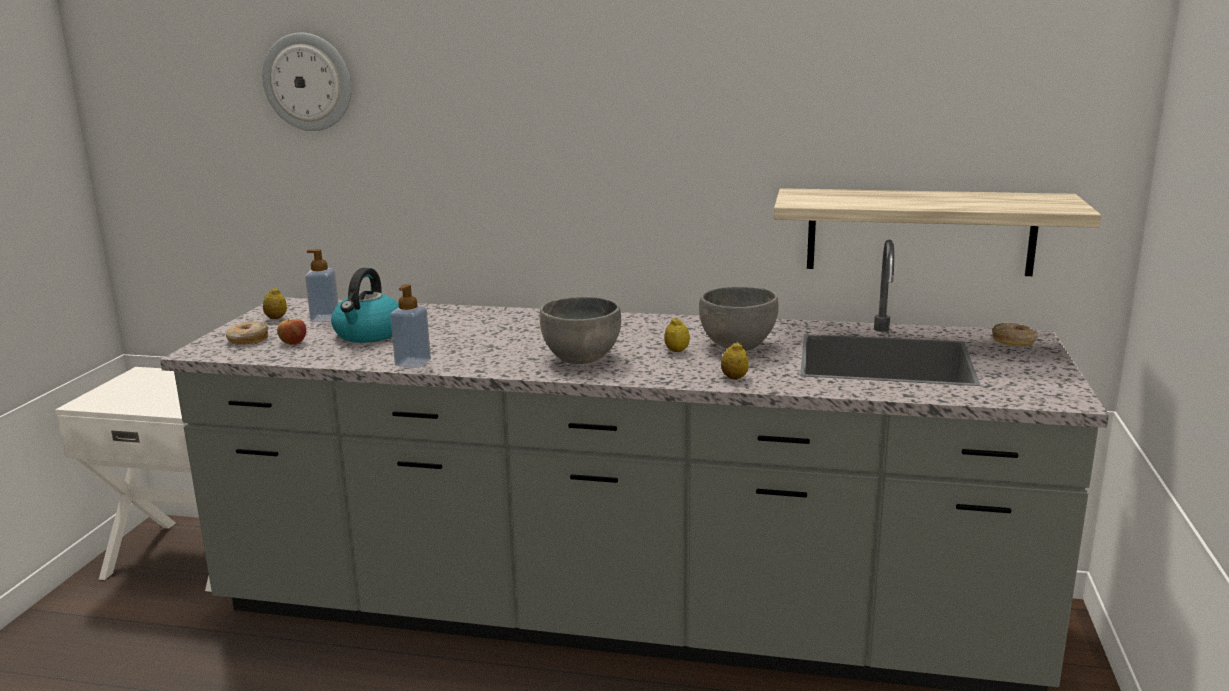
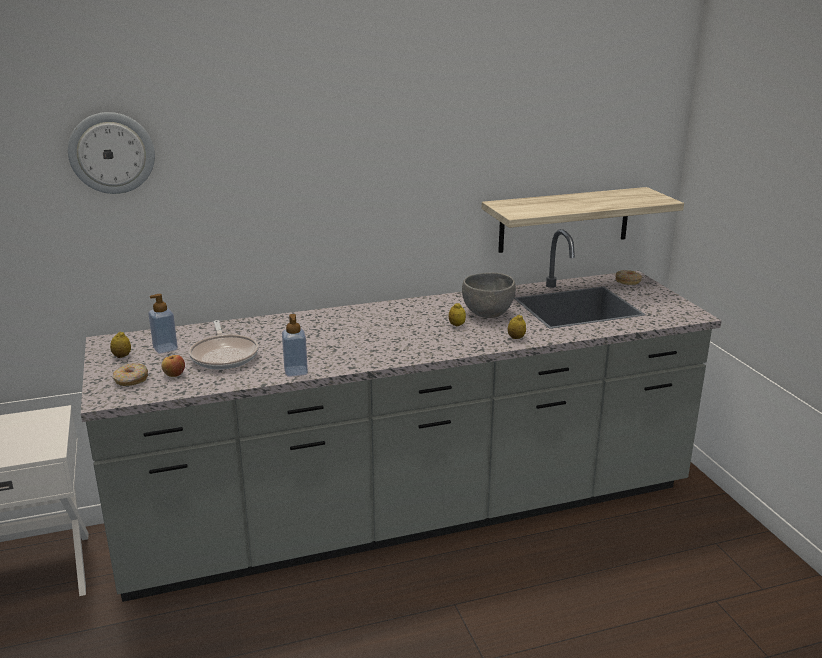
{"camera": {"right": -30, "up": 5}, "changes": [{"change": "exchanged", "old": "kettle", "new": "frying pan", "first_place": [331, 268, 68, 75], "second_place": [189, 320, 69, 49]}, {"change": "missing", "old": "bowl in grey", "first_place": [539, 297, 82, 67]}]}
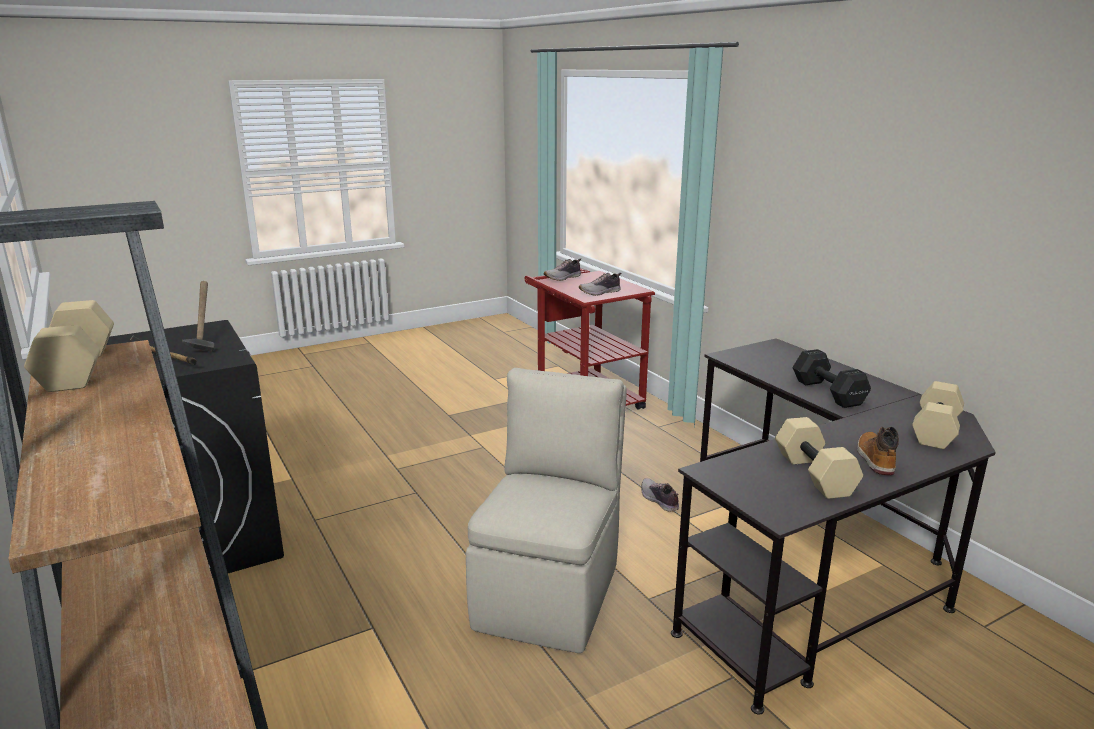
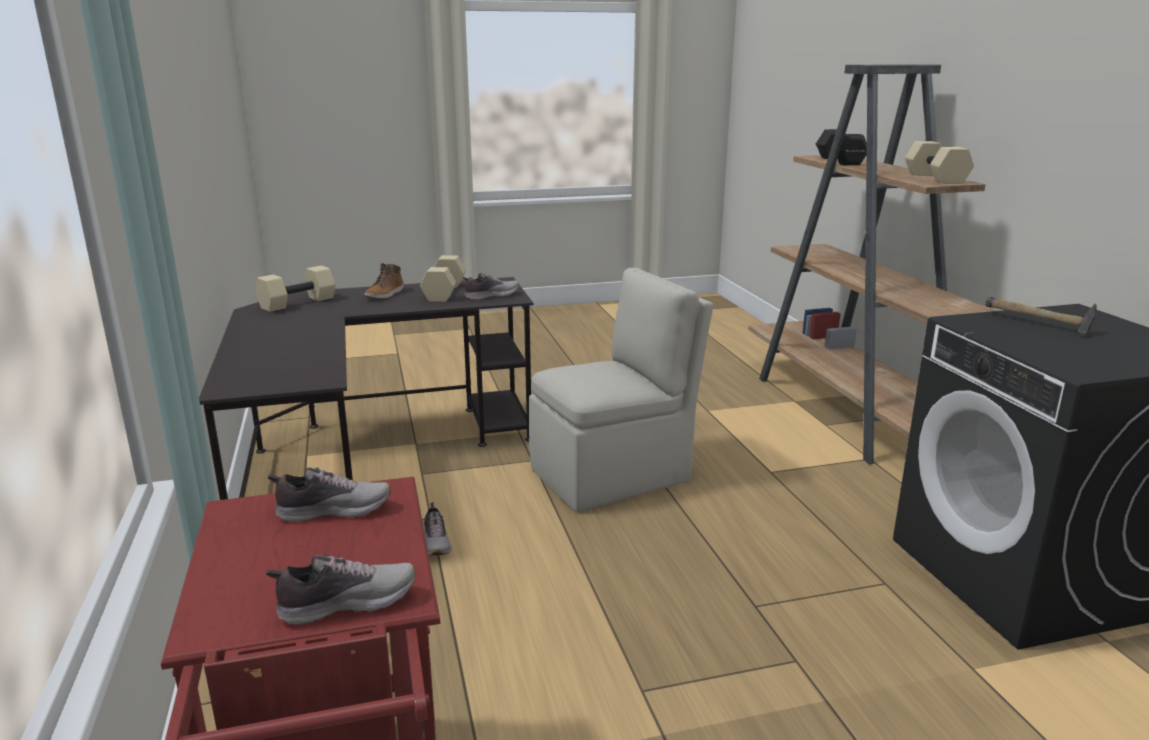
{"camera": {"right": -165, "up": 0}, "changes": [{"change": "missing", "old": "hammer", "first_place": [182, 281, 32, 71]}, {"change": "spun", "old": "chair in beige", "first_place": [466, 368, 161, 285], "second_place": [529, 268, 184, 244], "degrees": -150}, {"change": "relocated", "old": "dumbbell in black", "first_place": [792, 349, 79, 59], "second_place": [816, 129, 51, 36]}, {"change": "appeared", "new": "shoe", "second_place": [462, 273, 57, 27]}]}
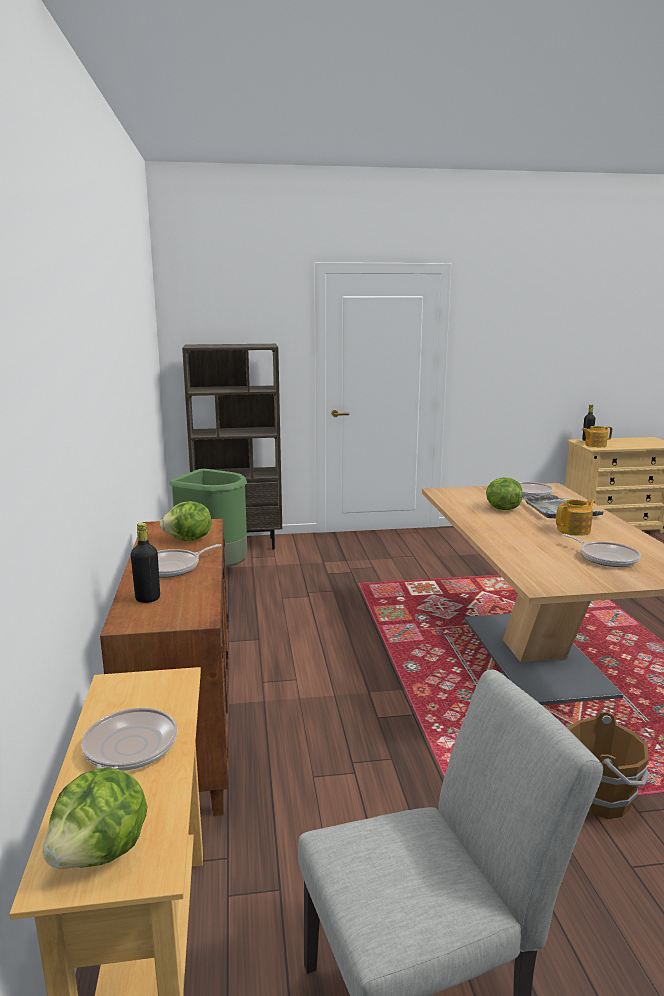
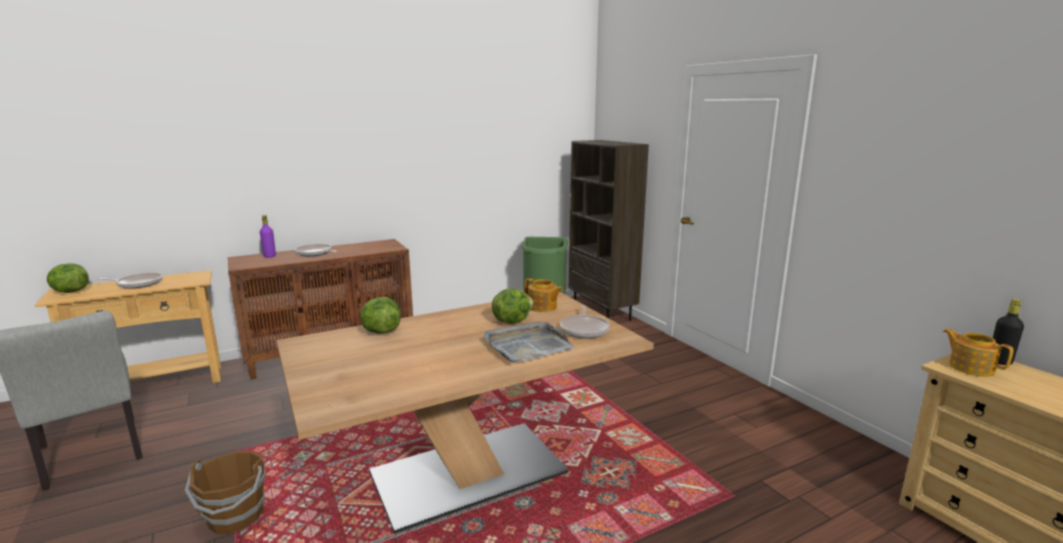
{"camera": {"right": 70, "up": 0}, "changes": [{"change": "colour", "old": "bottle in black", "new": "bottle in purple", "first_place": [131, 523, 29, 80], "second_place": [260, 215, 16, 43]}, {"change": "relocated", "old": "lettuce", "first_place": [160, 501, 51, 40], "second_place": [360, 297, 41, 37]}, {"change": "relocated", "old": "teapot", "first_place": [556, 499, 39, 37], "second_place": [525, 278, 38, 34]}, {"change": "missing", "old": "frying pan", "first_place": [563, 534, 78, 33]}]}
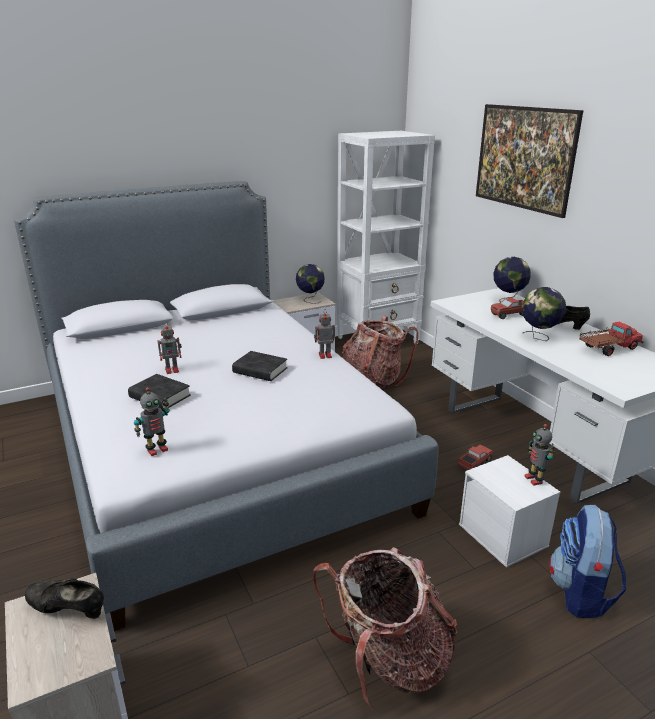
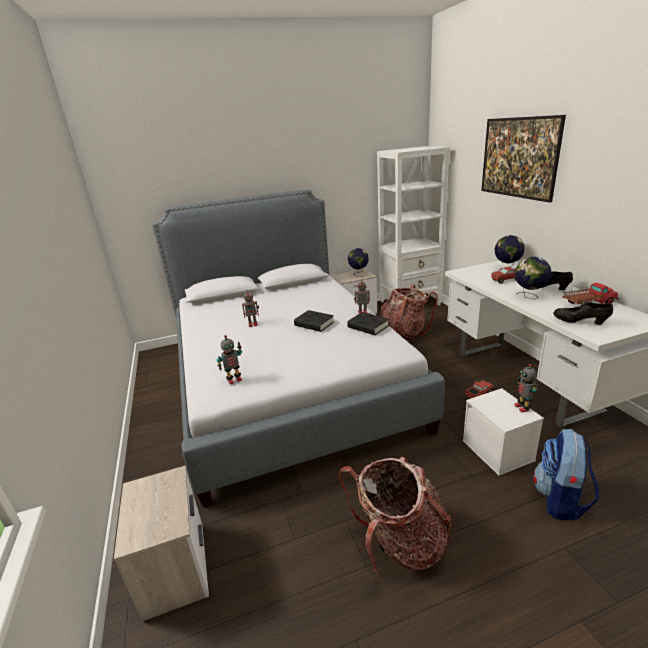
{"camera": {"right": 10, "up": 0}, "changes": [{"change": "relocated", "old": "shoe in black", "first_place": [25, 577, 79, 42], "second_place": [553, 303, 60, 22]}, {"change": "relocated", "old": "book in black", "first_place": [128, 374, 63, 35], "second_place": [347, 312, 42, 23]}]}
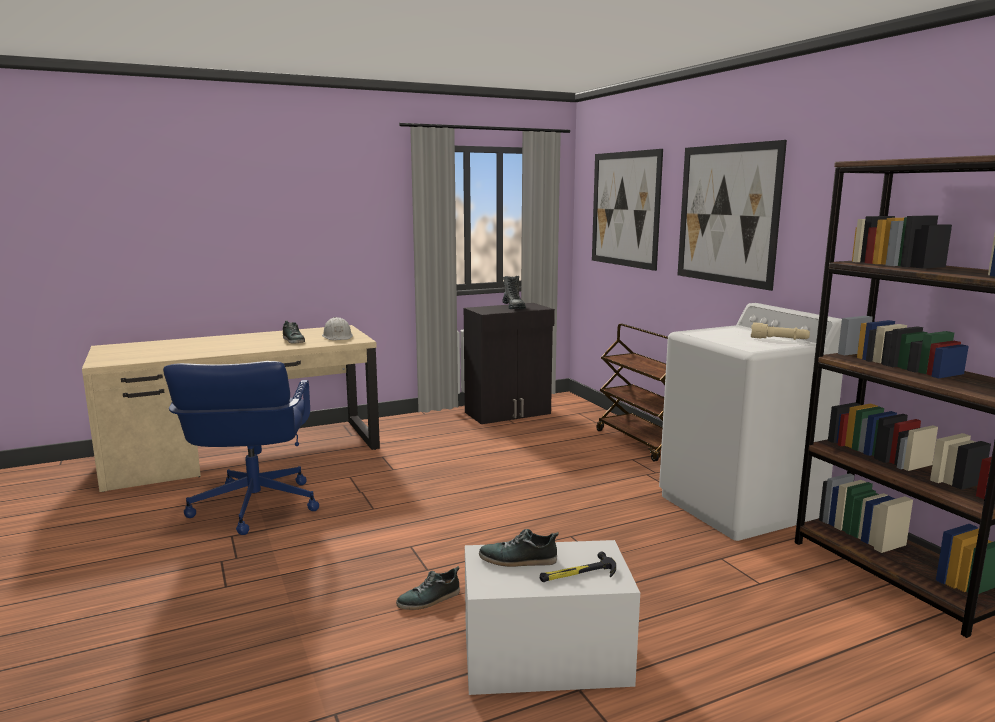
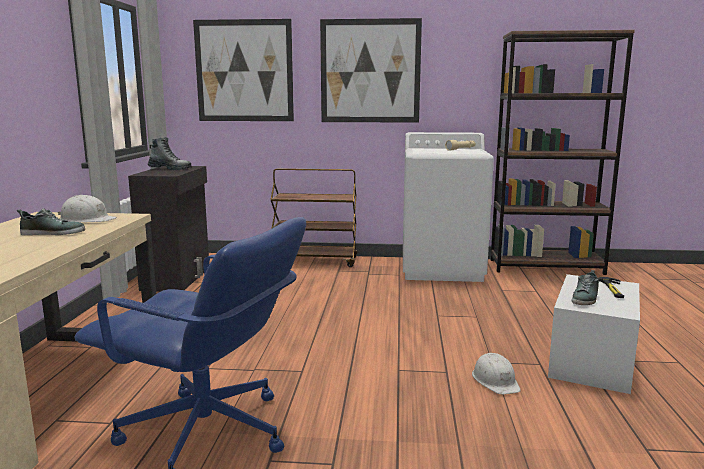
{"camera": {"right": -60, "up": 0}, "changes": [{"change": "exchanged", "old": "shoe", "new": "hard hat in white", "first_place": [396, 566, 64, 44], "second_place": [472, 353, 49, 41]}]}
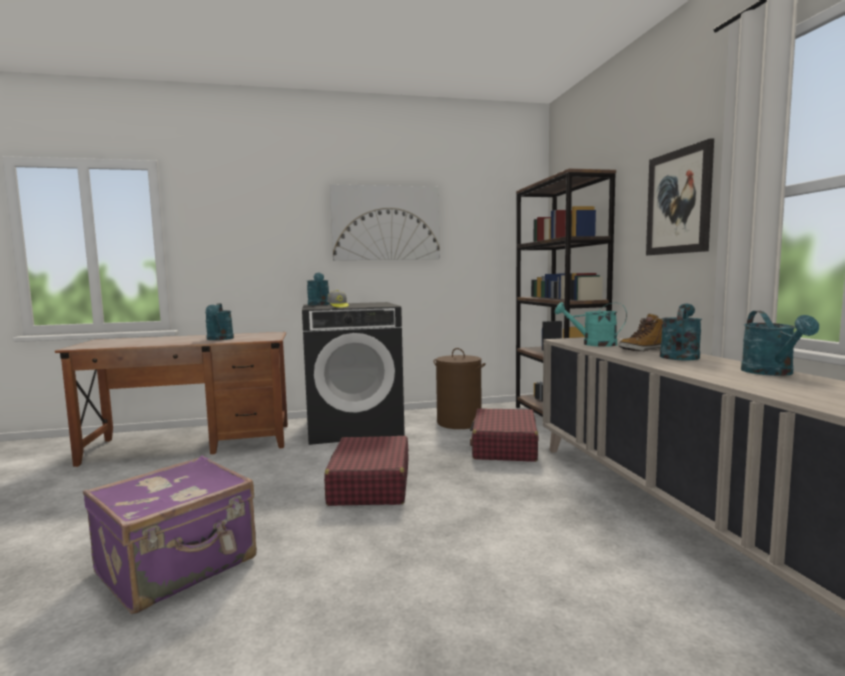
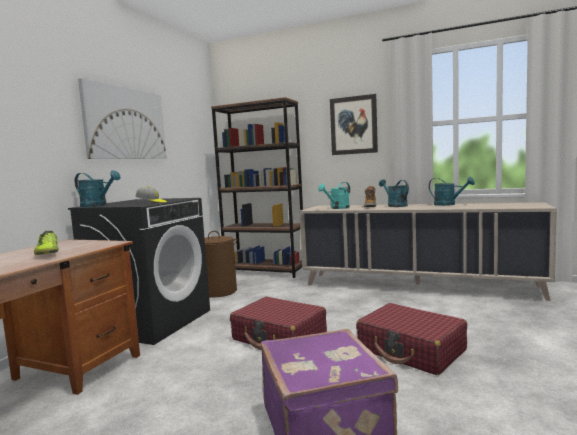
{"camera": {"right": -55, "up": 0}, "changes": [{"change": "exchanged", "old": "watering can in turquoise", "new": "shoe", "first_place": [205, 303, 29, 37], "second_place": [34, 231, 25, 24]}, {"change": "relocated", "old": "suitcase in red", "first_place": [470, 408, 69, 54], "second_place": [356, 303, 111, 72]}]}
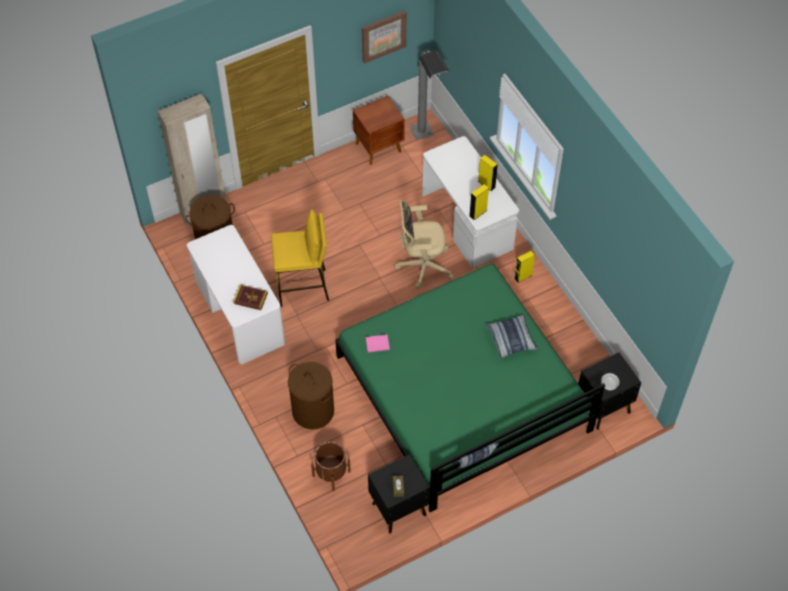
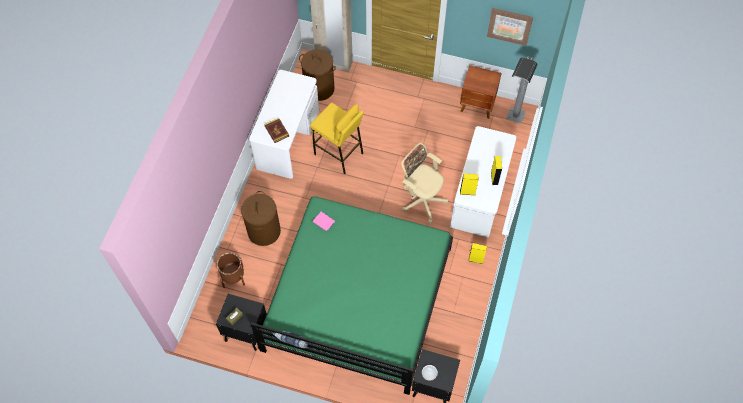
{"camera": {"right": 45, "up": 5}, "changes": [{"change": "missing", "old": "pillow", "first_place": [486, 315, 52, 44]}]}
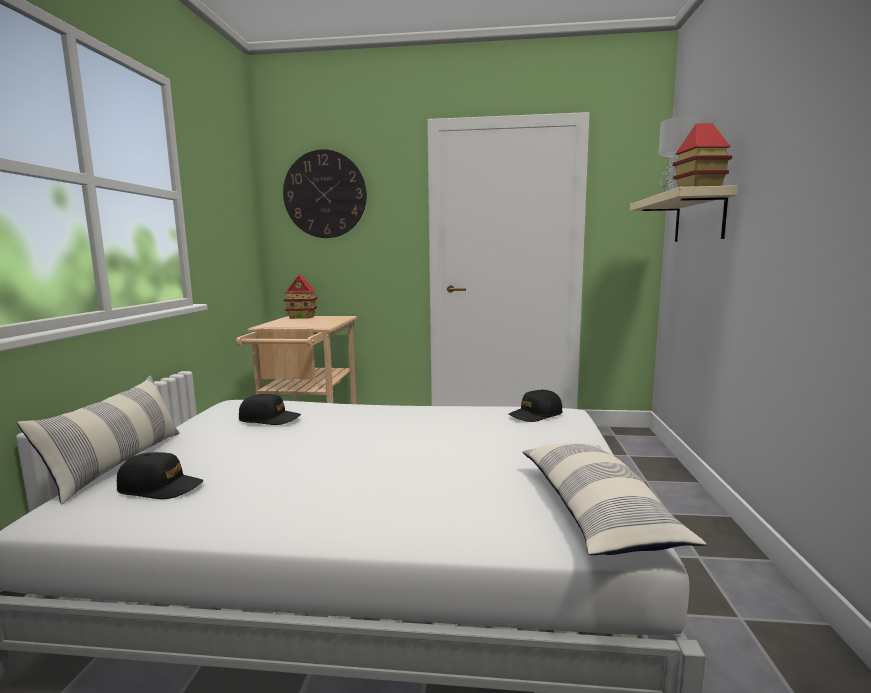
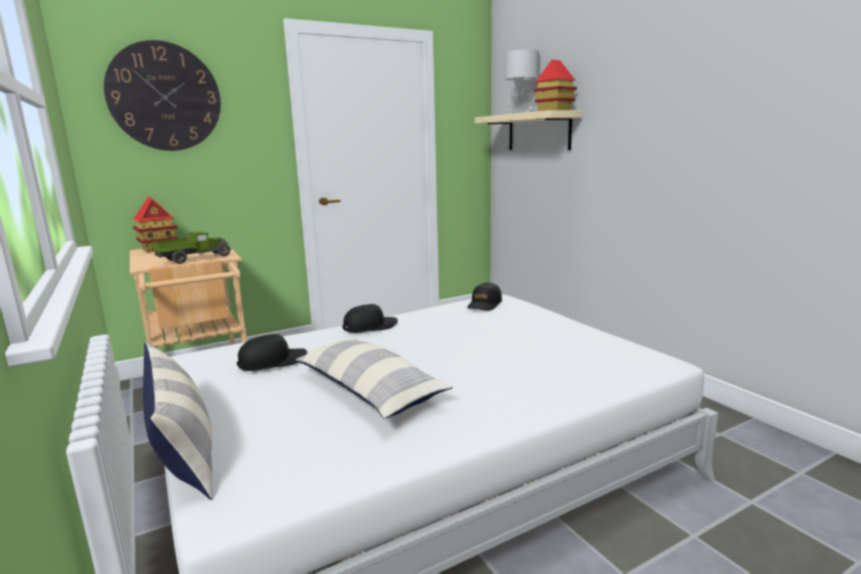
{"camera": {"right": -35, "up": 5}, "changes": [{"change": "relocated", "old": "cap in black", "first_place": [117, 452, 86, 47], "second_place": [342, 304, 56, 29]}, {"change": "relocated", "old": "pillow", "first_place": [522, 443, 184, 112], "second_place": [295, 339, 158, 80]}, {"change": "appeared", "new": "toy truck", "second_place": [151, 231, 80, 33]}]}
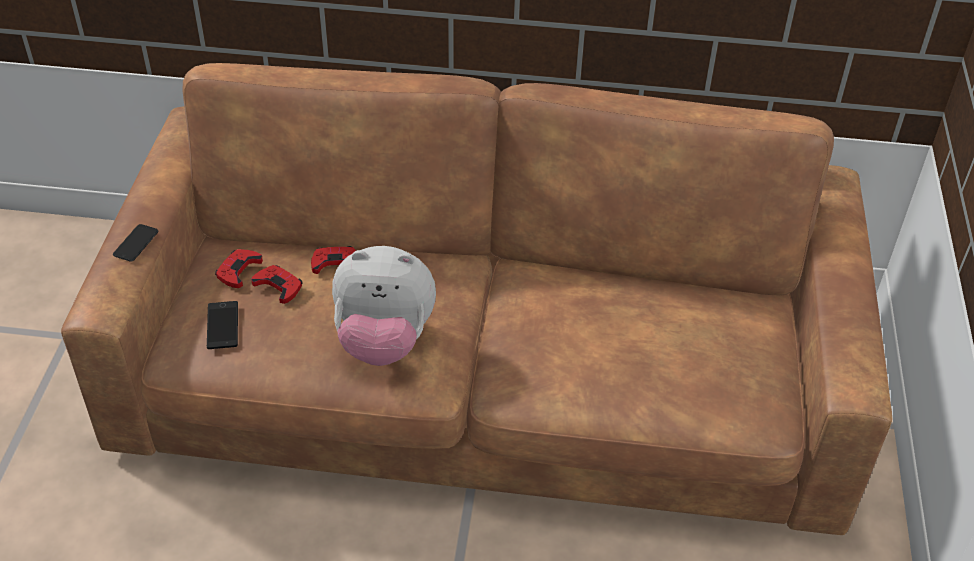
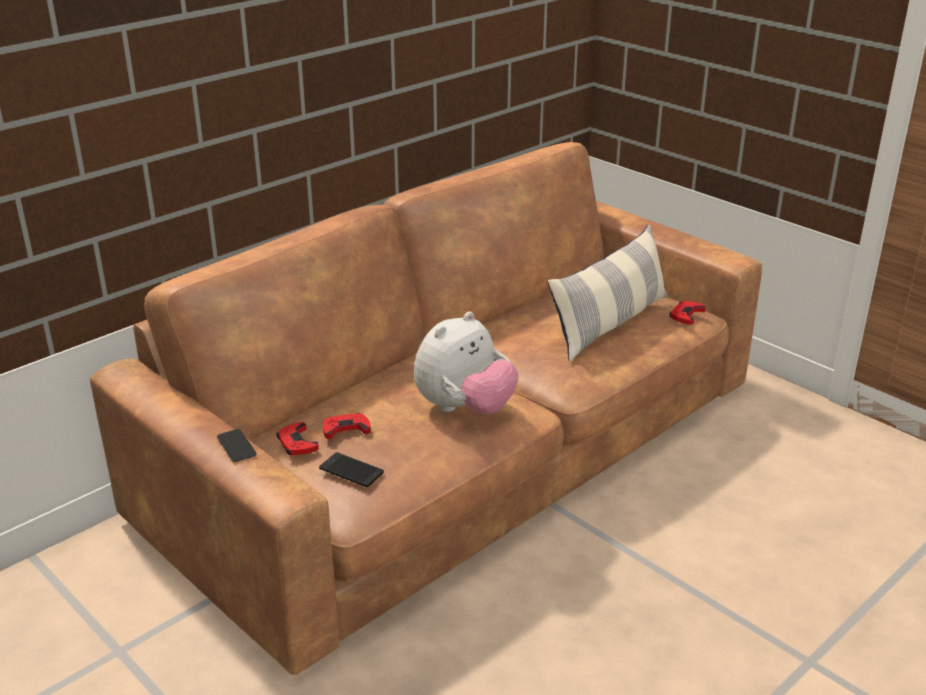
{"camera": {"right": -50, "up": -15}, "changes": [{"change": "relocated", "old": "game controller in red", "first_place": [311, 246, 45, 28], "second_place": [669, 301, 37, 24]}, {"change": "appeared", "new": "pillow", "second_place": [548, 225, 120, 137]}]}
